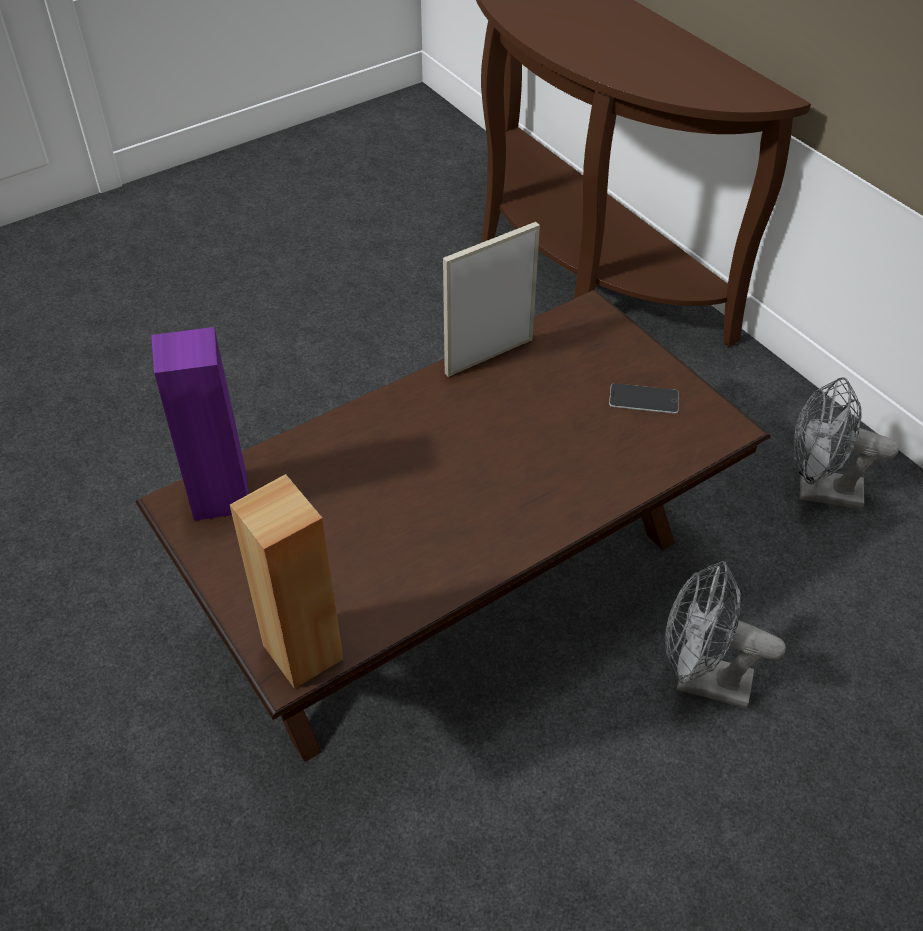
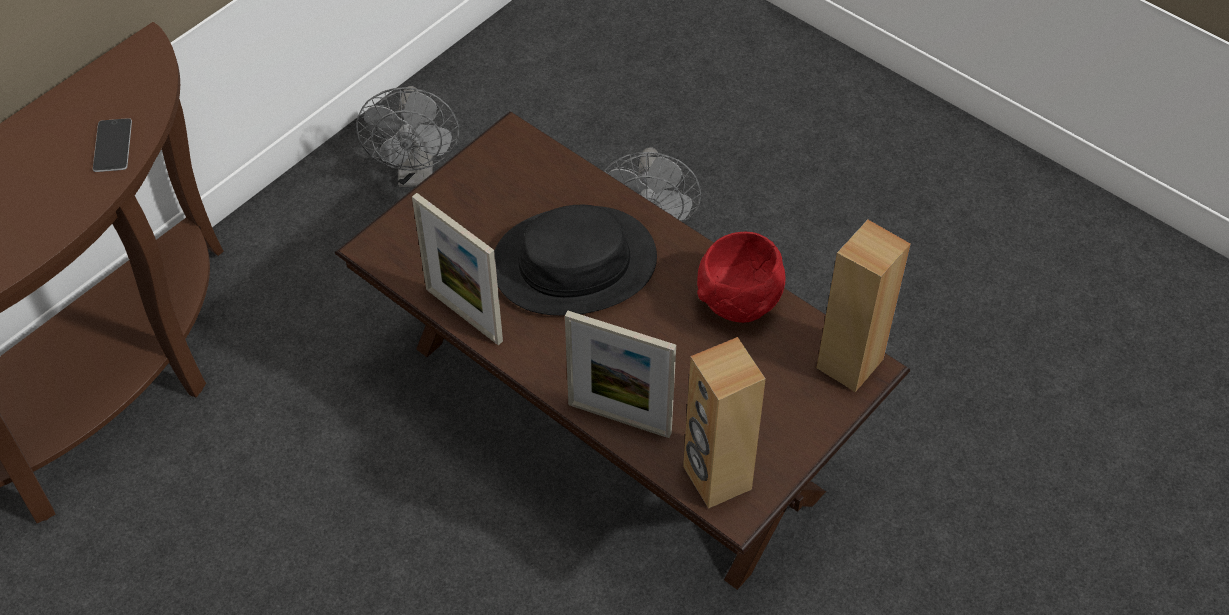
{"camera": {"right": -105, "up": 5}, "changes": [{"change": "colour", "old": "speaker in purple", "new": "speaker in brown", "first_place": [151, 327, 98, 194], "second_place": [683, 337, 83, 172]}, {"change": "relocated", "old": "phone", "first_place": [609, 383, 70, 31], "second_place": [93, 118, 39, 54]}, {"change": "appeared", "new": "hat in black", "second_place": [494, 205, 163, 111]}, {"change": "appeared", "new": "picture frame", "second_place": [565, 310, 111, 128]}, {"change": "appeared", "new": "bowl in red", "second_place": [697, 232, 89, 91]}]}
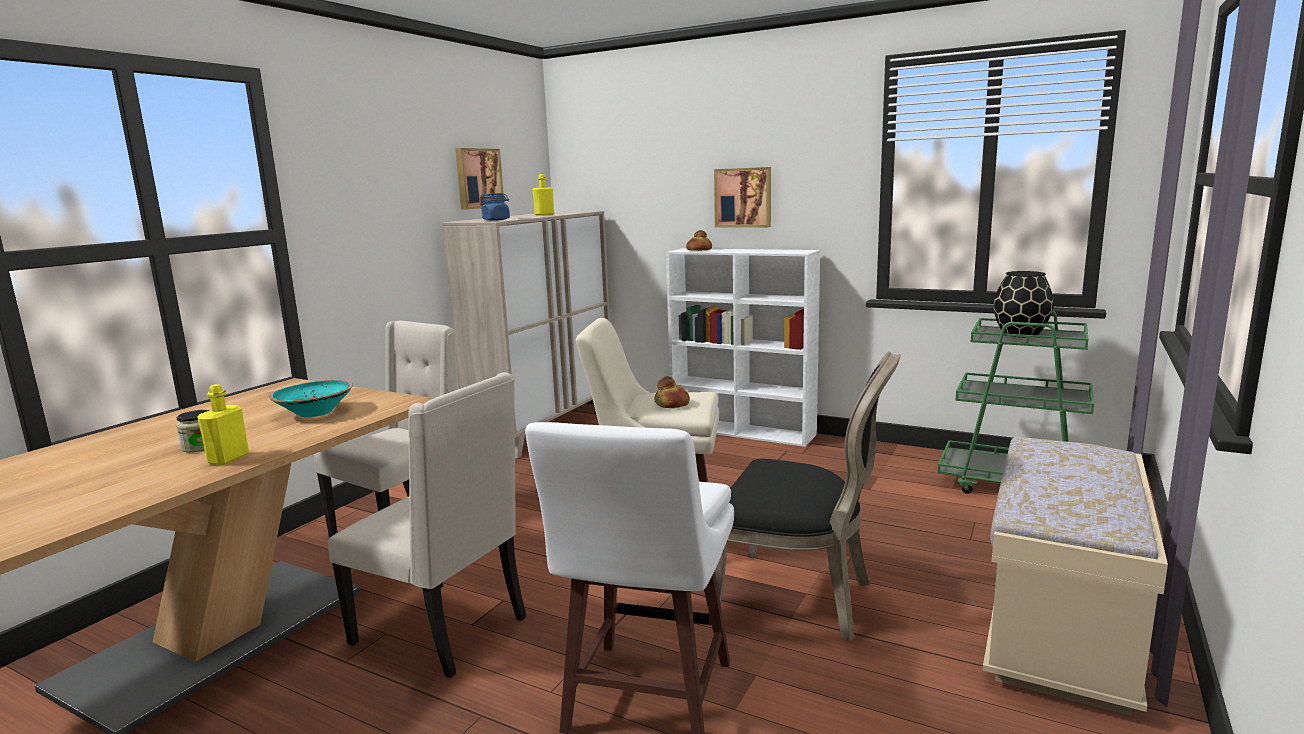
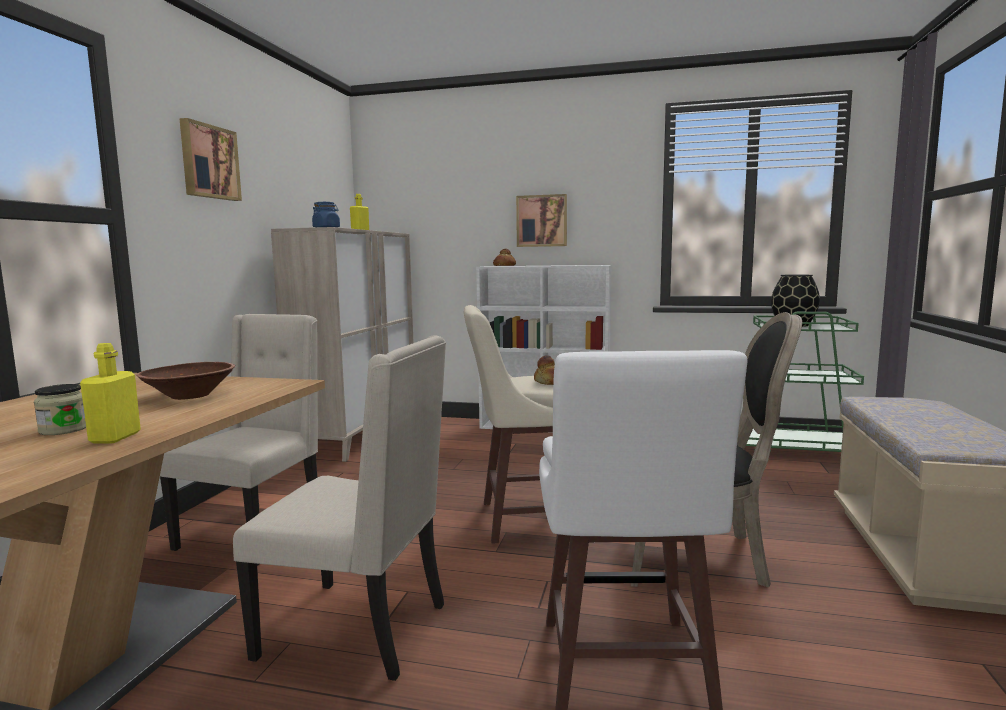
{"camera": {"right": -15, "up": -5}, "changes": [{"change": "colour", "old": "bowl in turquoise", "new": "bowl in brown", "first_place": [269, 380, 84, 37], "second_place": [136, 362, 99, 38]}, {"change": "relocated", "old": "picture", "first_place": [455, 148, 49, 62], "second_place": [179, 118, 63, 83]}]}
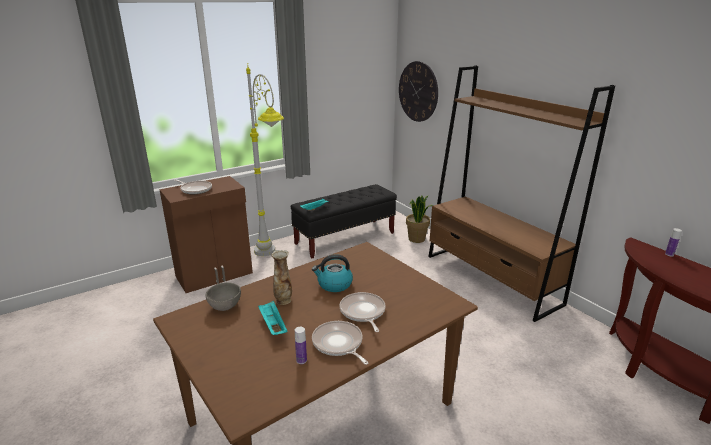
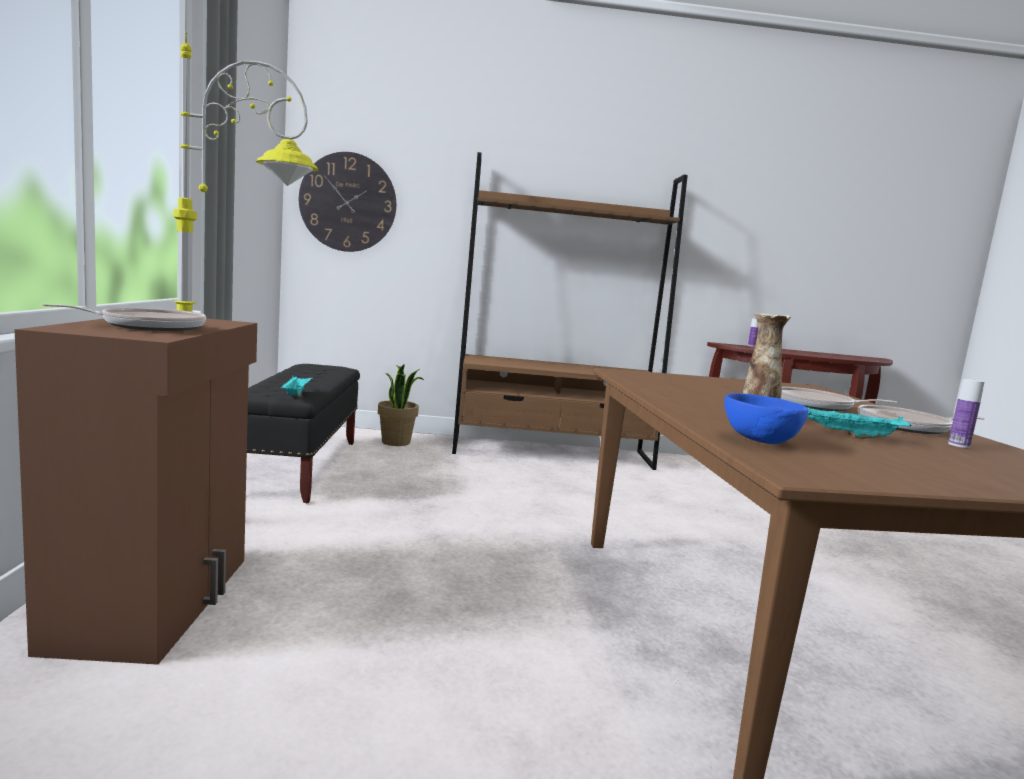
{"camera": {"right": -60, "up": -15}, "changes": [{"change": "colour", "old": "bowl in grey", "new": "bowl in blue", "first_place": [206, 282, 35, 29], "second_place": [724, 393, 84, 51]}, {"change": "missing", "old": "kettle", "first_place": [312, 254, 41, 38]}]}
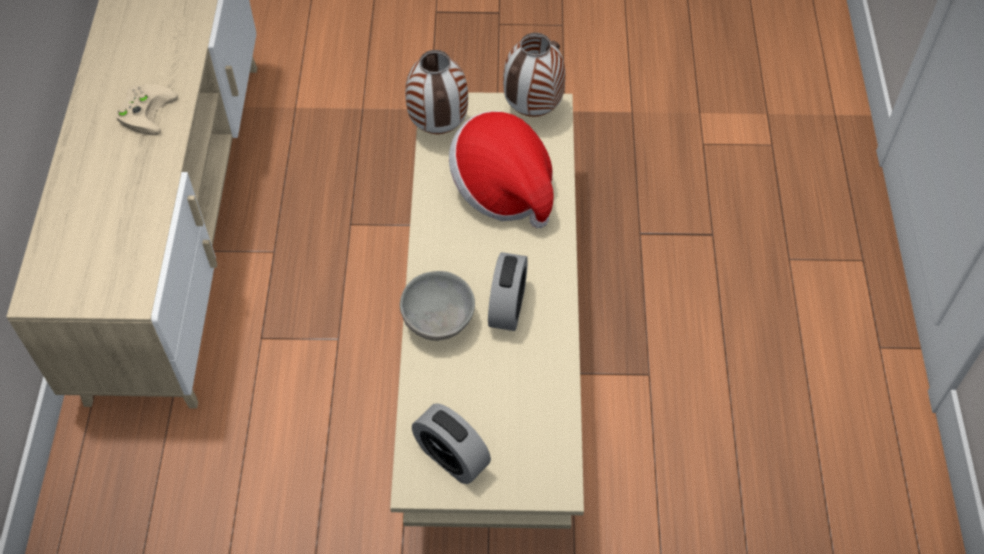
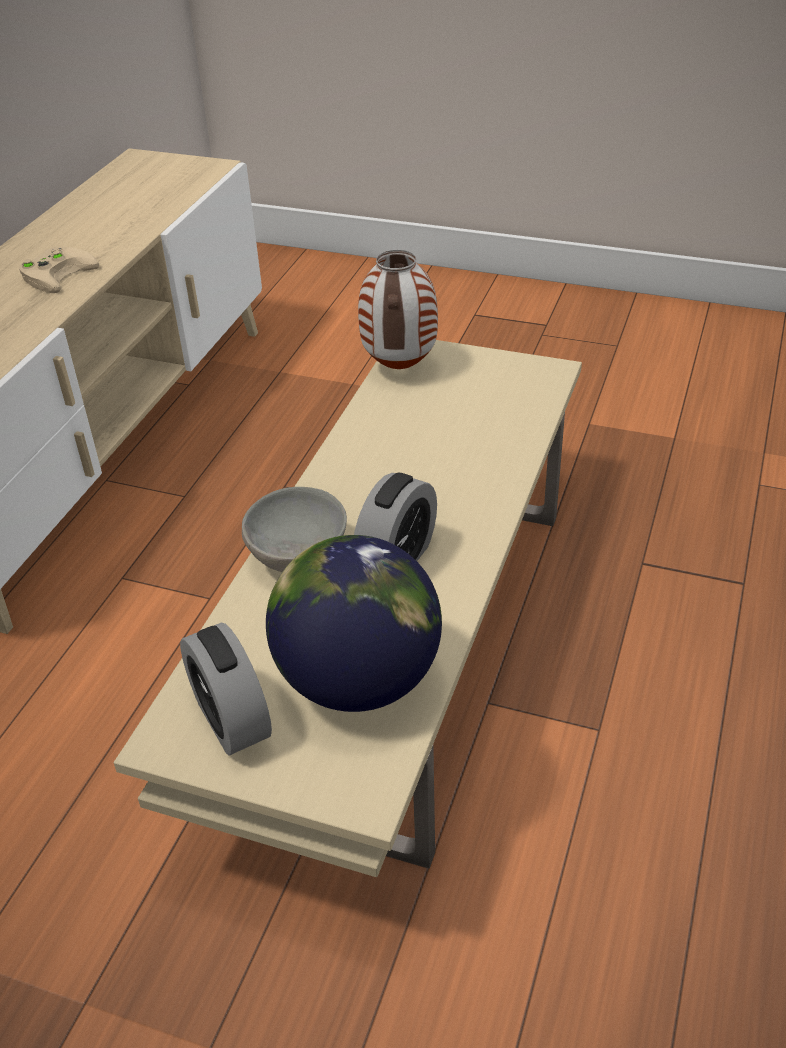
{"camera": {"right": 20, "up": -15}, "changes": [{"change": "missing", "old": "hat", "first_place": [449, 111, 105, 117]}, {"change": "missing", "old": "vase", "first_place": [503, 33, 62, 84]}, {"change": "appeared", "new": "globe", "second_place": [266, 535, 176, 177]}]}
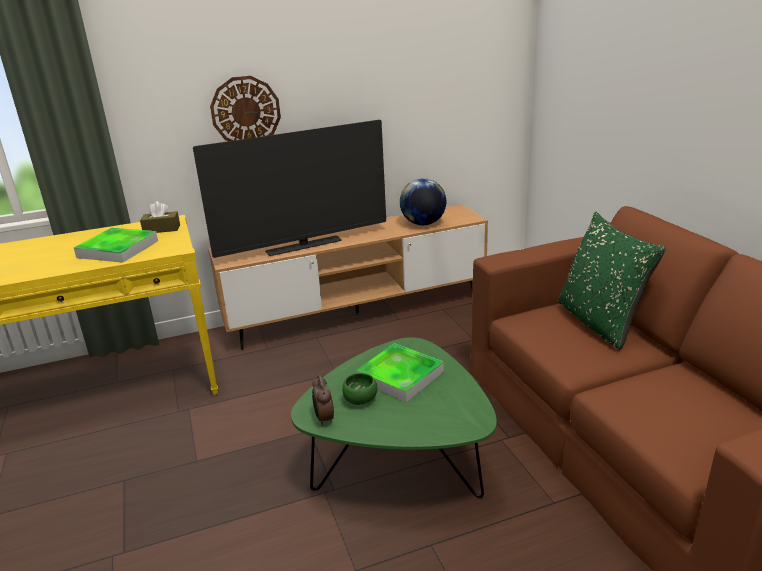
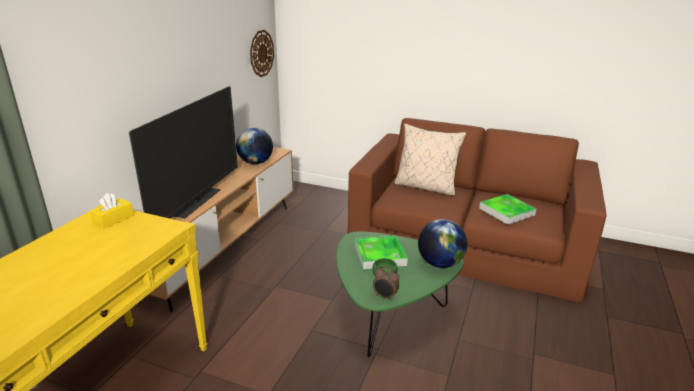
{"camera": {"right": -50, "up": 0}, "changes": [{"change": "relocated", "old": "tray", "first_place": [74, 228, 84, 35], "second_place": [479, 194, 57, 31]}, {"change": "colour", "old": "tissue box in brown", "new": "tissue box in yellow", "first_place": [140, 201, 40, 32], "second_place": [90, 193, 44, 36]}, {"change": "relocated", "old": "wall clock", "first_place": [210, 76, 71, 65], "second_place": [250, 30, 24, 47]}, {"change": "colour", "old": "pillow in green", "new": "pillow in beige", "first_place": [558, 212, 108, 138], "second_place": [394, 123, 72, 73]}, {"change": "appeared", "new": "globe", "second_place": [418, 219, 49, 49]}]}
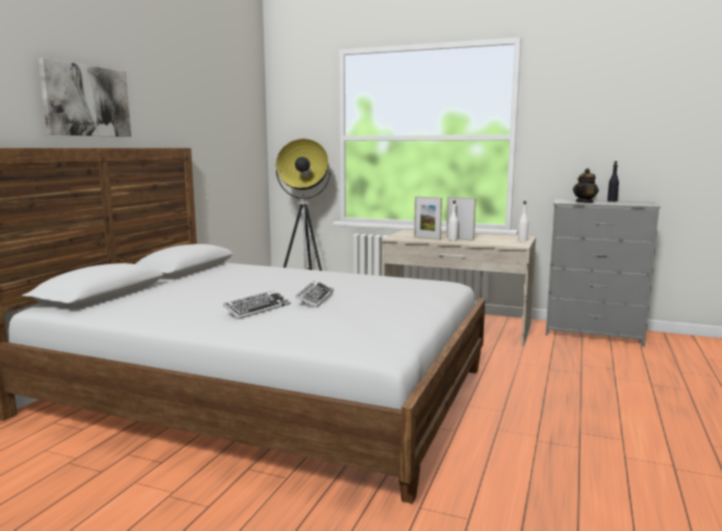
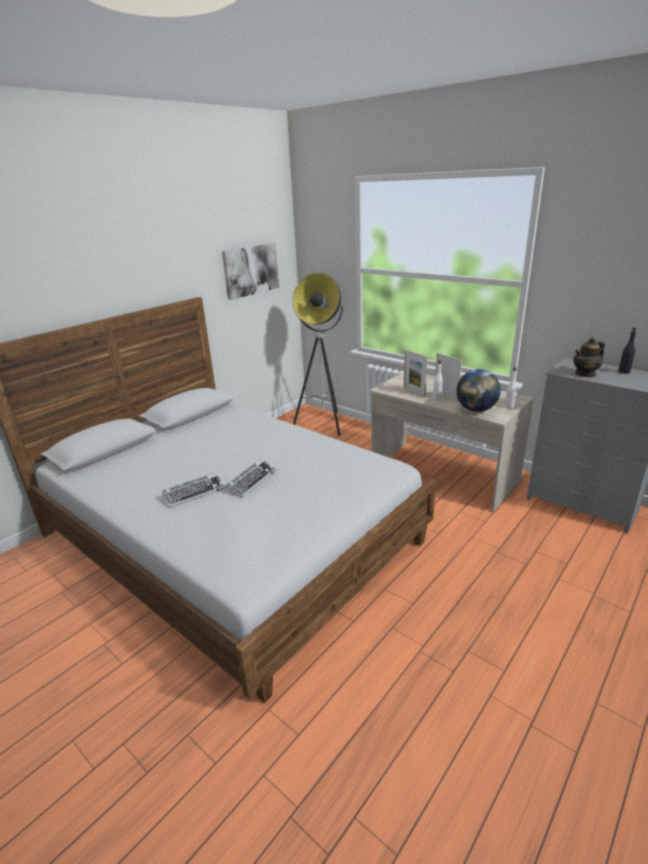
{"camera": {"right": 20, "up": 15}, "changes": [{"change": "relocated", "old": "picture", "first_place": [38, 58, 93, 79], "second_place": [222, 243, 57, 57]}, {"change": "appeared", "new": "globe", "second_place": [456, 369, 45, 43]}]}
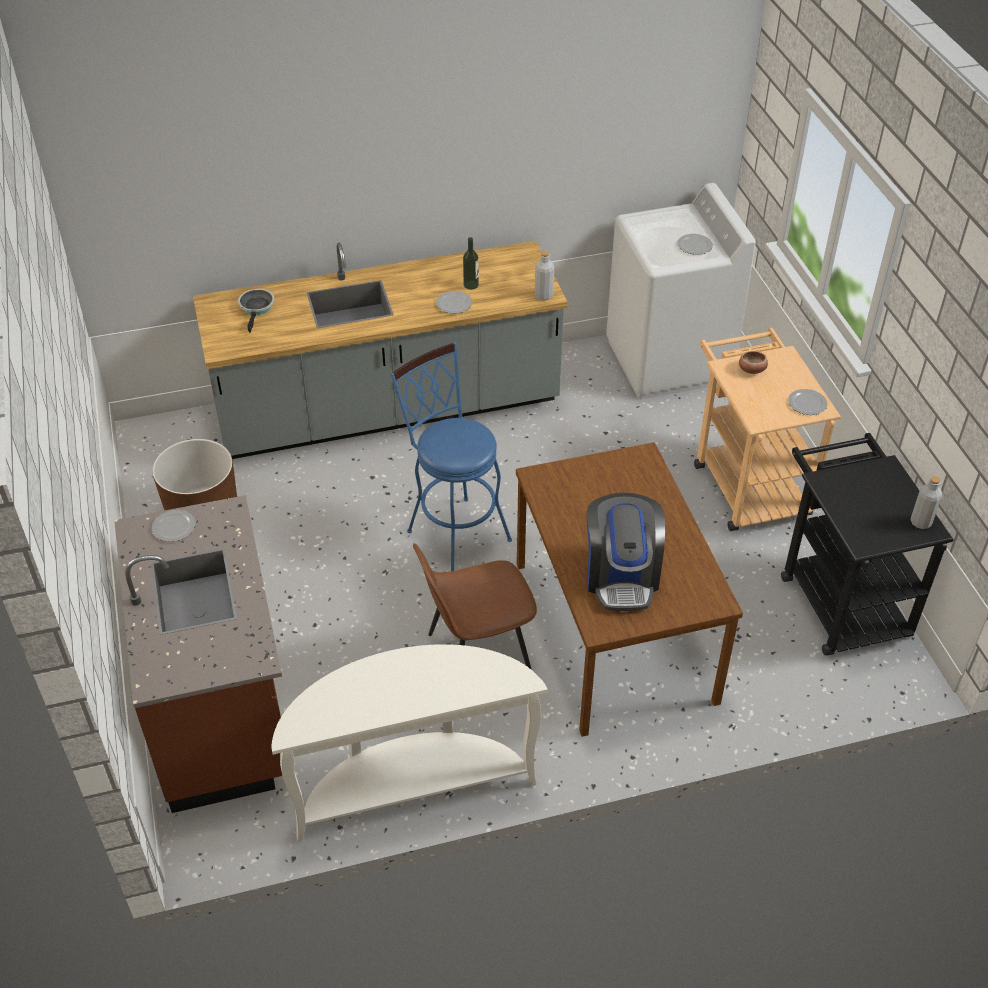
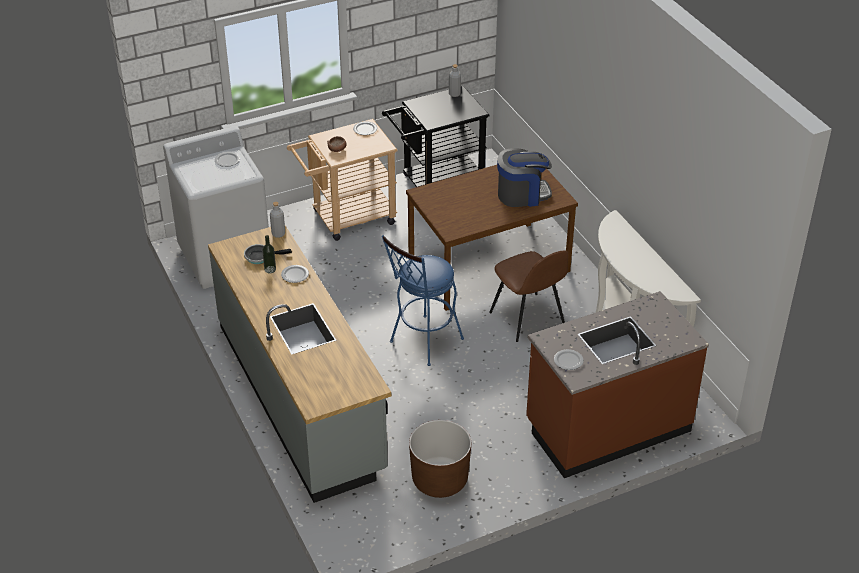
{"camera": {"right": -100, "up": -5}, "changes": [{"change": "relocated", "old": "frying pan", "first_place": [238, 289, 37, 44], "second_place": [244, 244, 48, 20]}]}
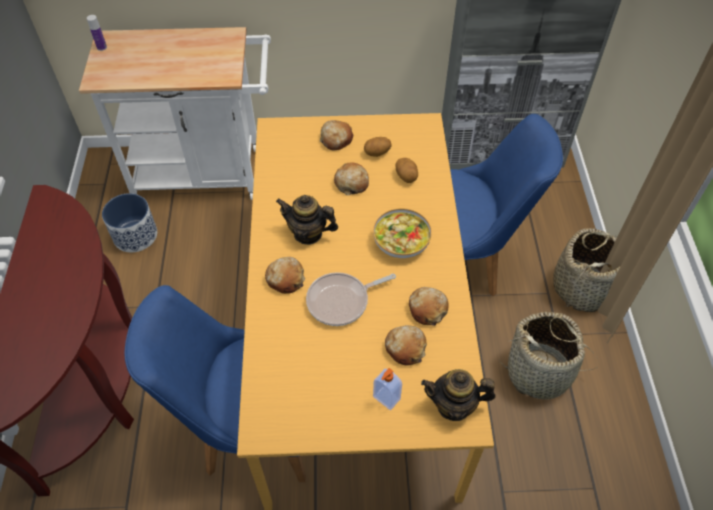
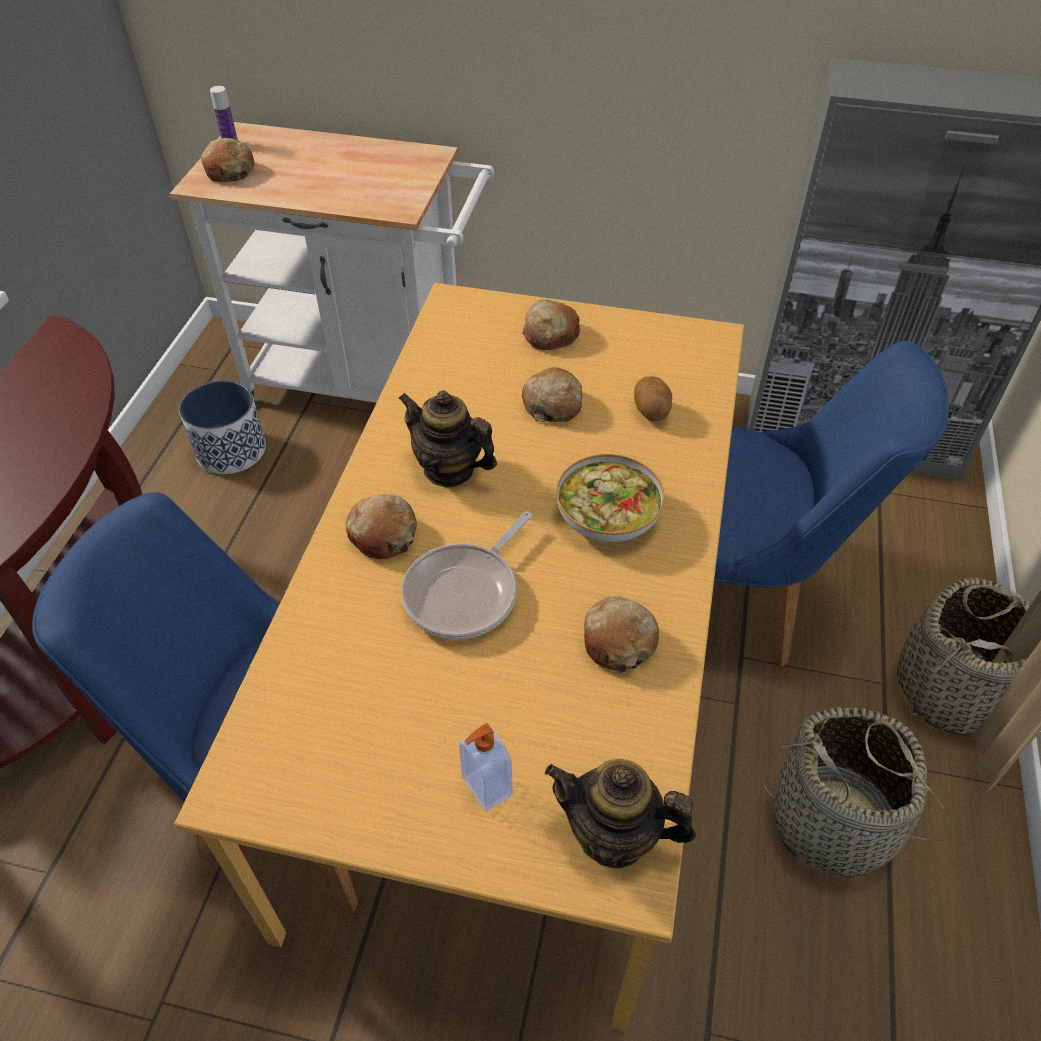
{"camera": {"right": 15, "up": -5}, "changes": [{"change": "spun", "old": "frying pan", "first_place": [306, 272, 90, 54], "second_place": [401, 511, 131, 129], "degrees": -45}, {"change": "missing", "old": "potato", "first_place": [364, 137, 28, 20]}, {"change": "relocated", "old": "bread", "first_place": [385, 325, 42, 40], "second_place": [201, 138, 54, 44]}]}
